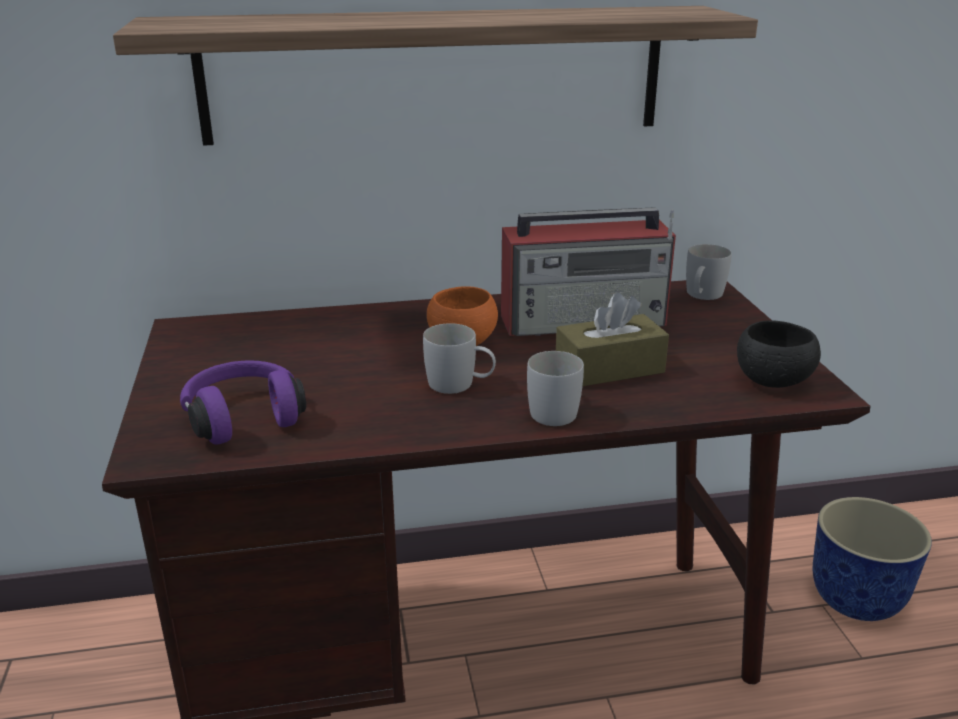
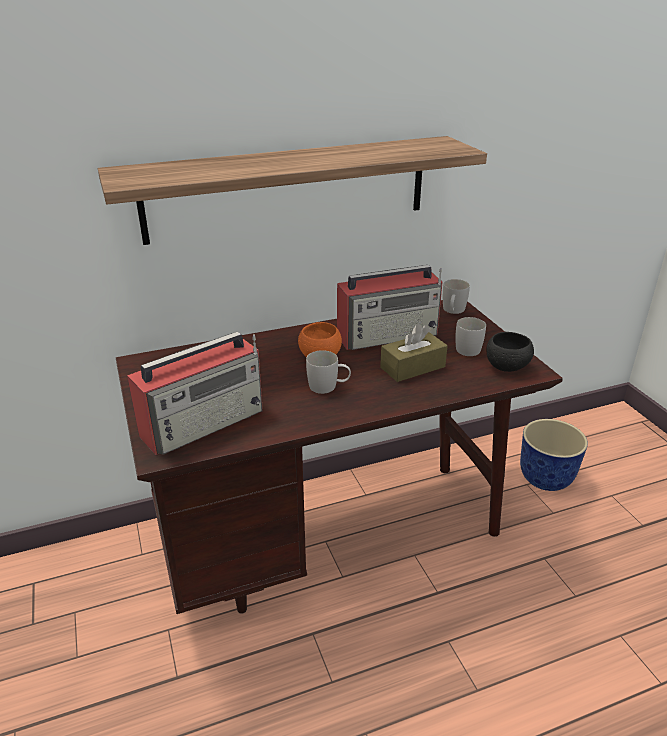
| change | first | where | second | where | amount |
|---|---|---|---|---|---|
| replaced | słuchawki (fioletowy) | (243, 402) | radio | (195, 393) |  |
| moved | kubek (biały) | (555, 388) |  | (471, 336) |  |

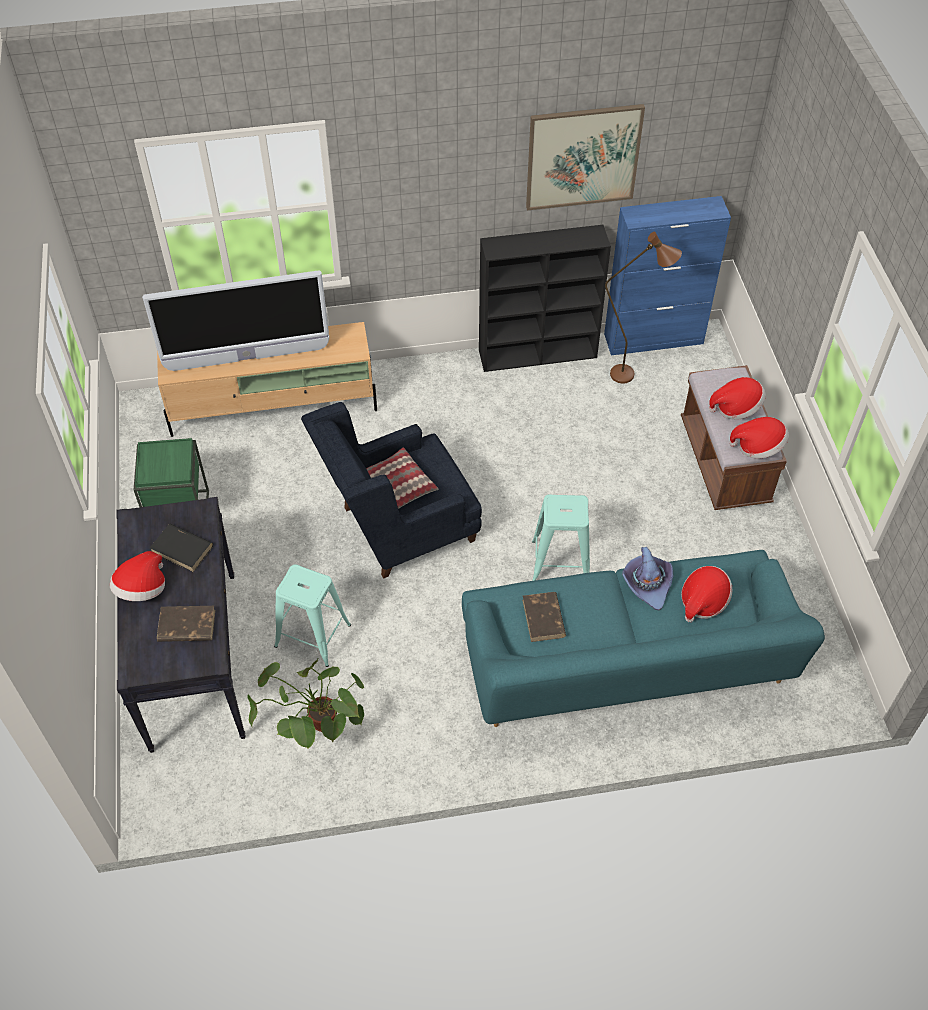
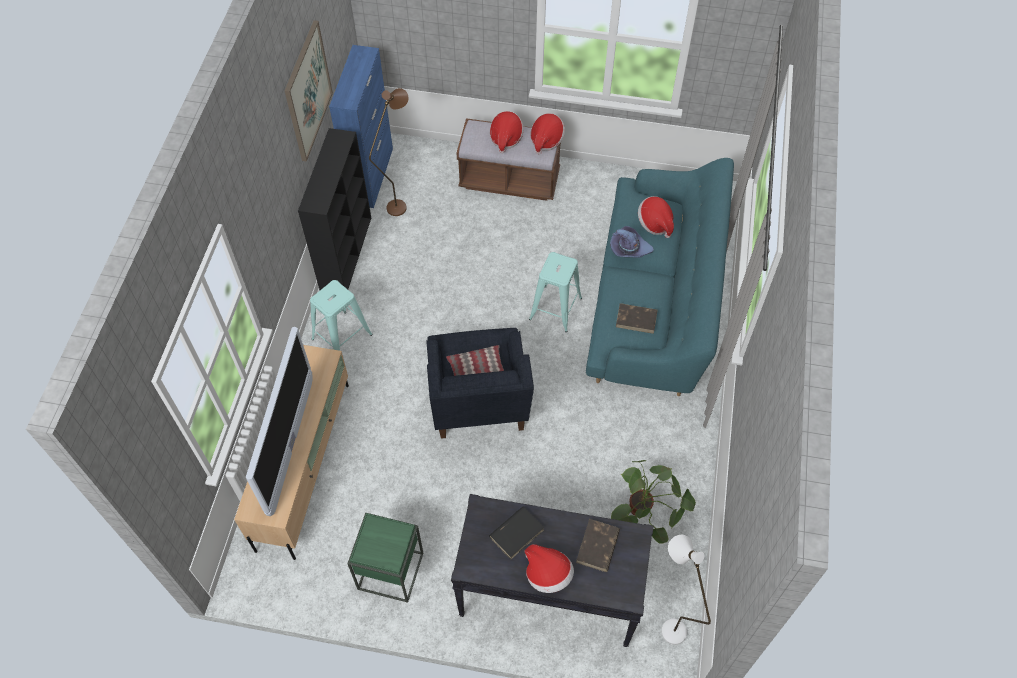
| change | first | where | second | where | amount |
|---|---|---|---|---|---|
| moved | stołek (turkusowy) | (312, 615) |  | (341, 315) |  |
| added |  |  | lampa stojąca (biały) | (686, 590) |  |

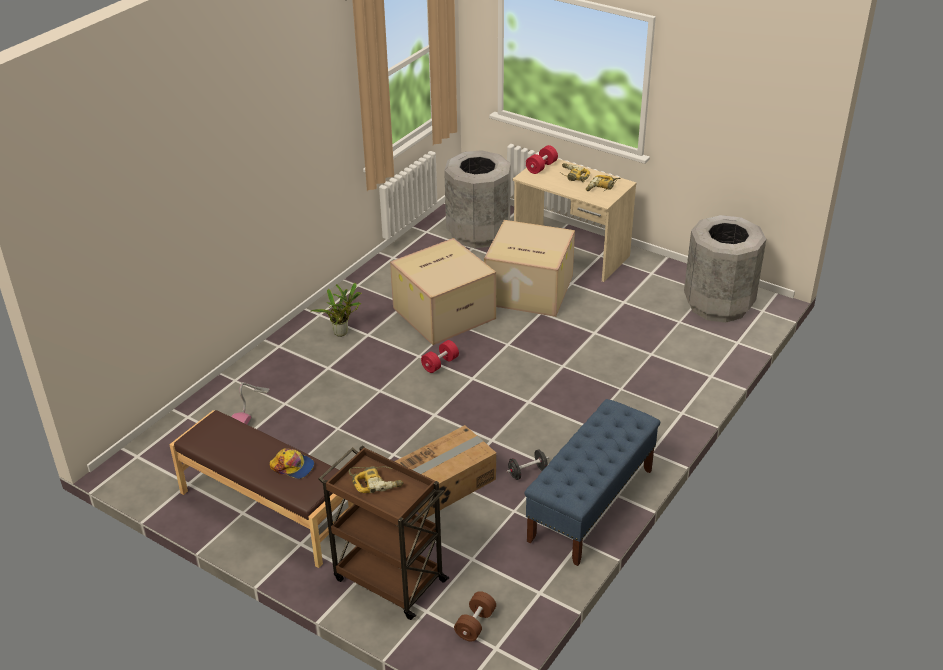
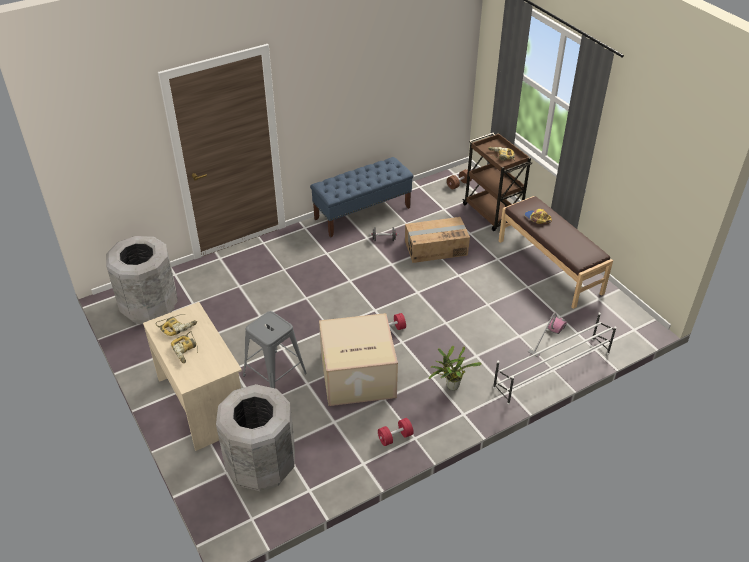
| change | first | where | second | where | amount |
|---|---|---|---|---|---|
| replaced | karton | (529, 268) | stołek (szary) | (275, 349) |  |
| moved | hantel (czerwony) | (542, 159) |  | (396, 432) |  |
| added |  |  | regał na buty (biały) | (554, 359) |  |

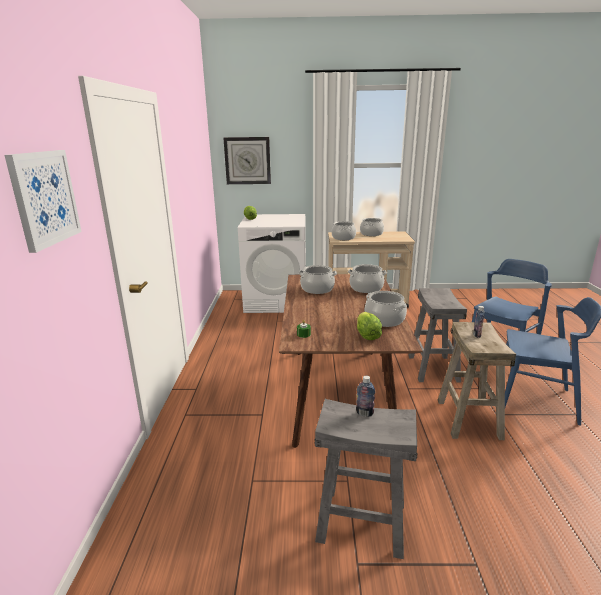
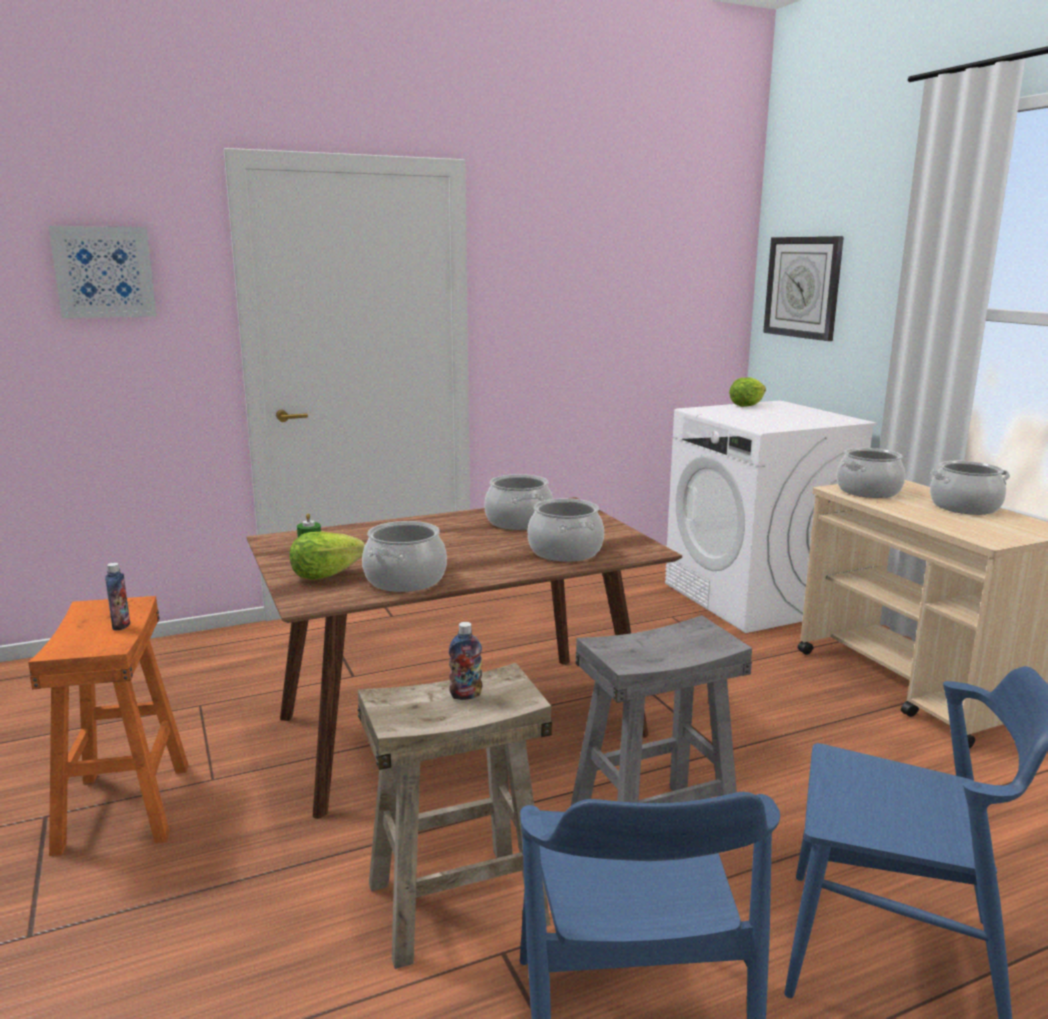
| change | first | where | second | where | amount |
|---|---|---|---|---|---|
| recoloured | stołek (szary) | (366, 479) | stołek (pomarańczowy) | (108, 726) |  |

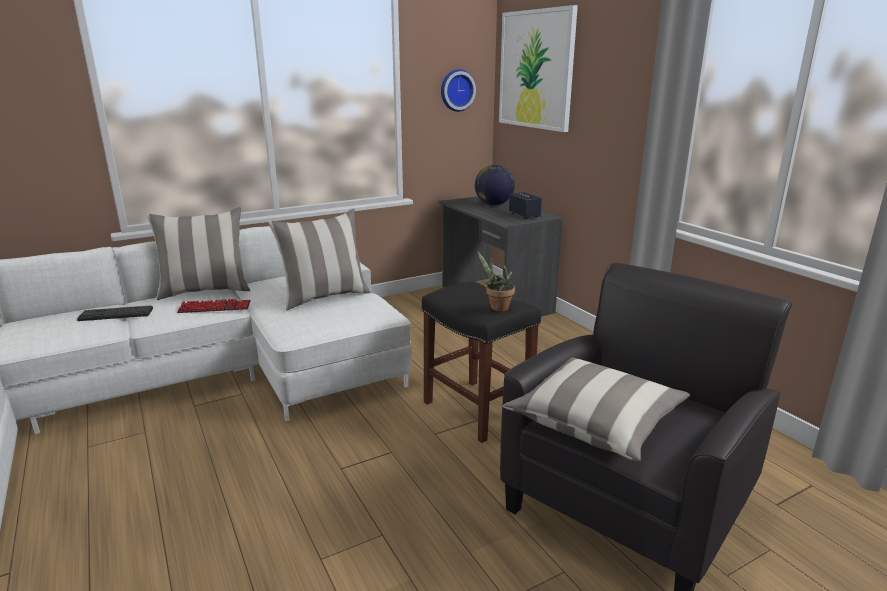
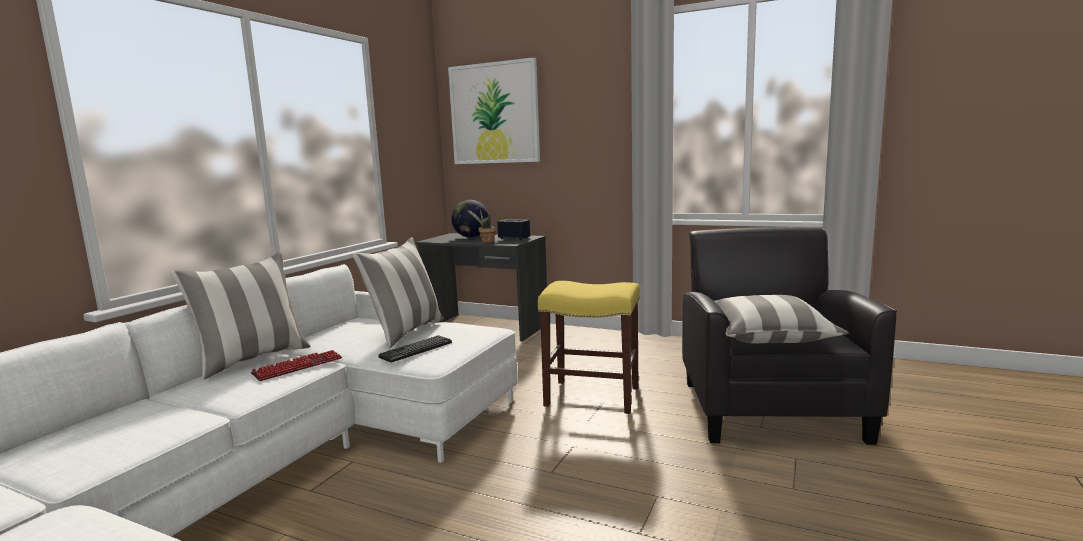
| change | first | where | second | where | amount |
|---|---|---|---|---|---|
| moved | klawiatura | (115, 313) |  | (415, 349) |  |
| recoloured | stołek (czarny) | (481, 362) | stołek (żółty) | (589, 347) |  |
| removed | zegar ścienny | (458, 90) |  |  |  |
| moved | roślina doniczkowa | (496, 281) |  | (481, 226) |  |

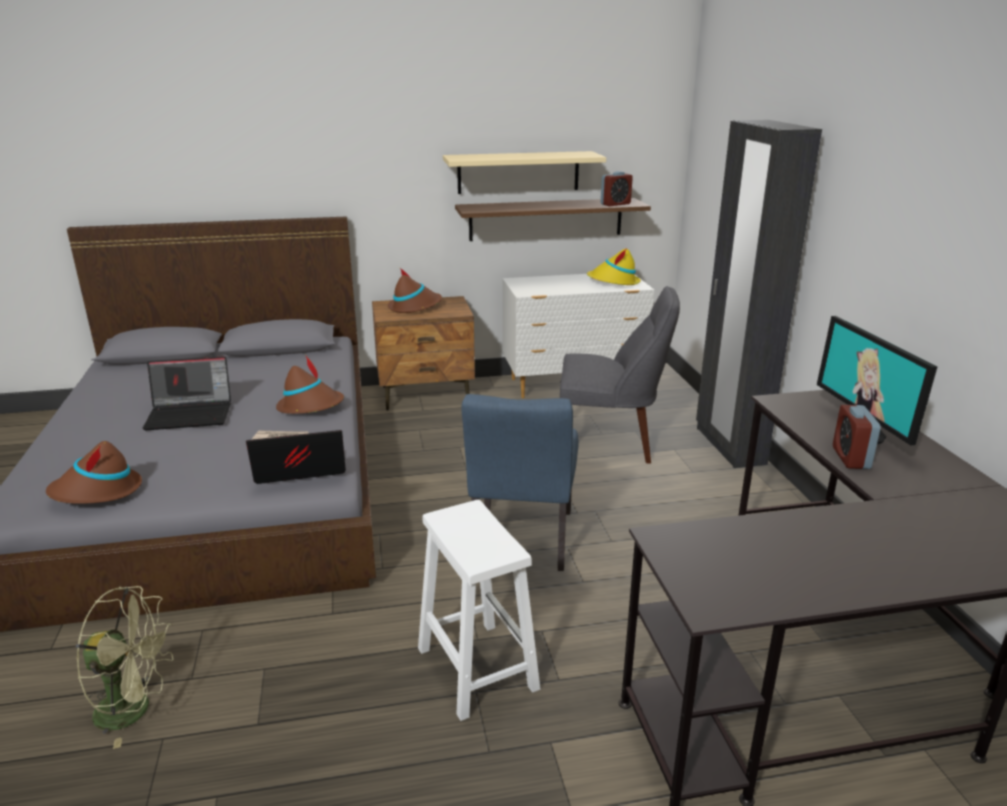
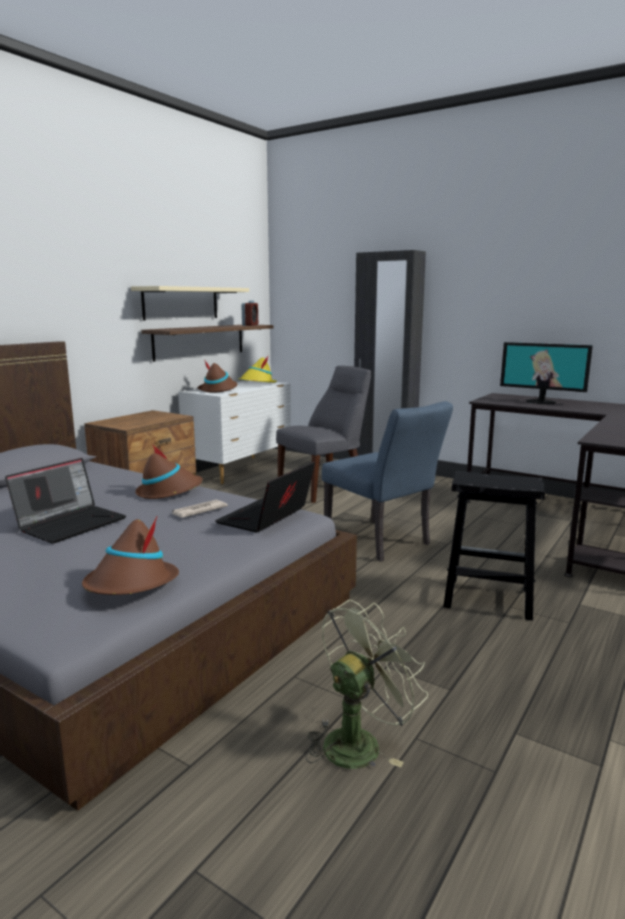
| change | first | where | second | where | amount |
|---|---|---|---|---|---|
| moved | kapelusz (brązowy) | (415, 290) |  | (217, 376) |  |
| recoloured | stołek (biały) | (479, 610) | stołek (czarny) | (494, 545) |  |
| removed | budzik | (857, 437) |  |  |  |

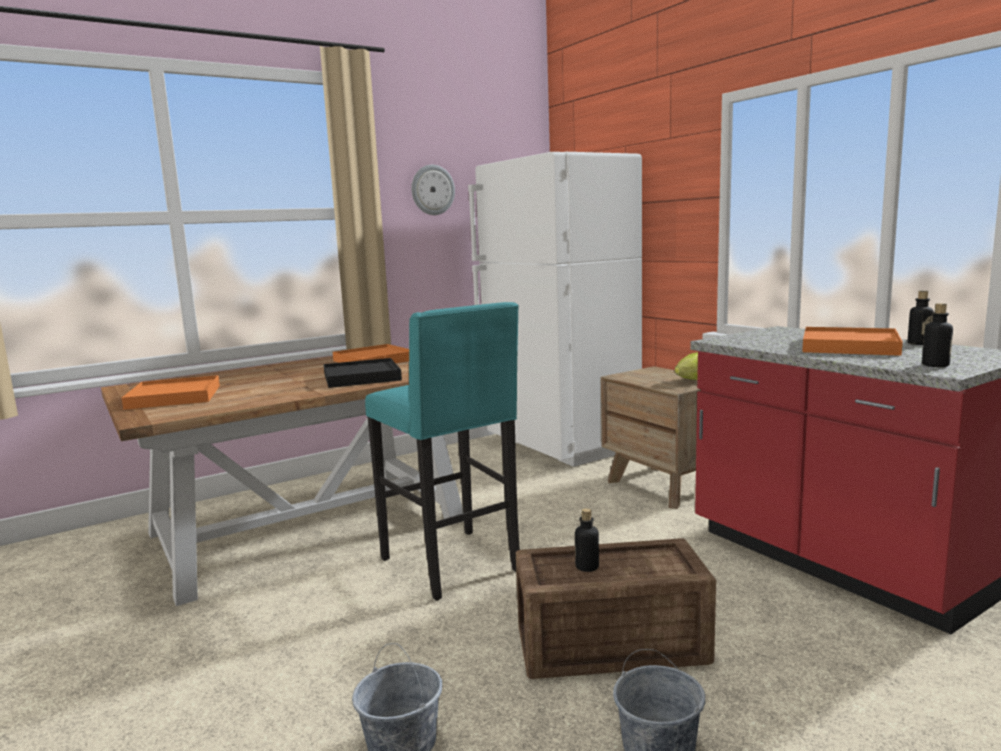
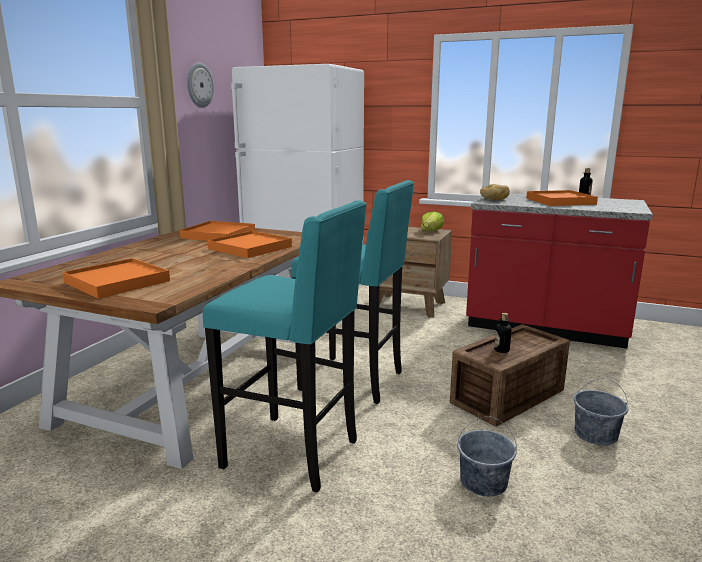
| change | first | where | second | where | amount |
|---|---|---|---|---|---|
| recoloured | taca (czarny) | (363, 373) | taca (pomarańczowy) | (250, 244) |  |
| removed | butelka | (937, 335) |  |  |  |
| added |  |  | stołek (turkusowy) | (285, 346) |  |
| added |  |  | chleb | (495, 192) |  |

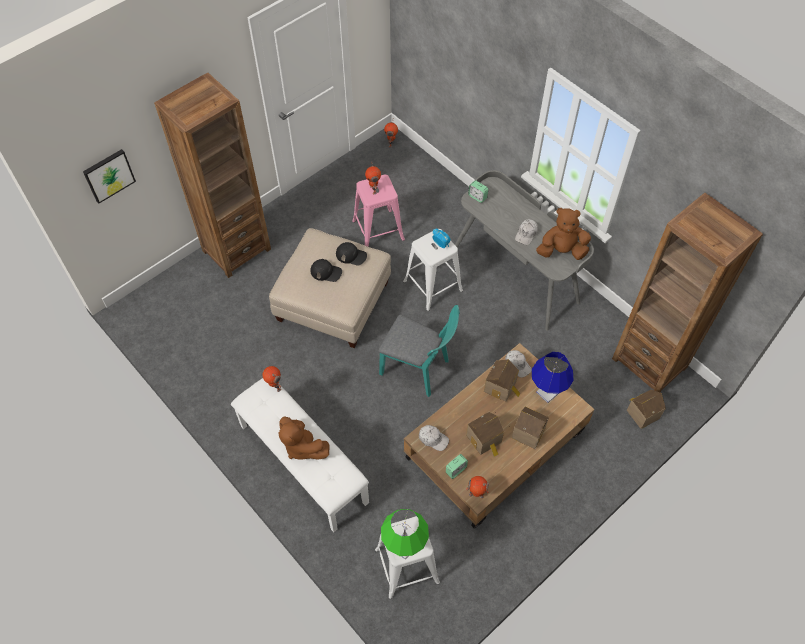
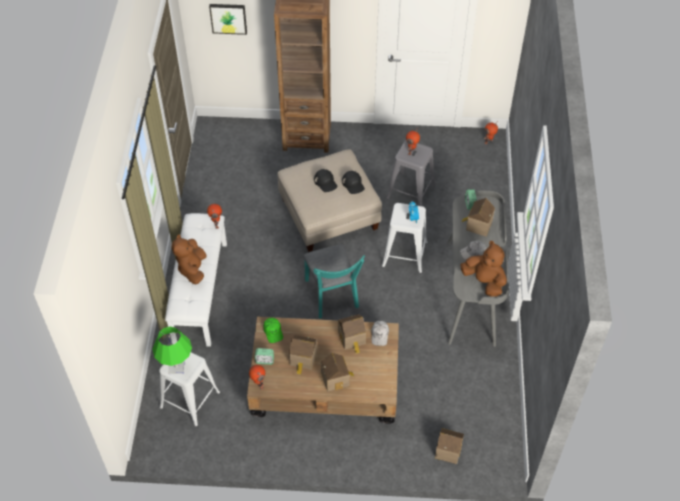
| change | first | where | second | where | amount |
|---|---|---|---|---|---|
| recoloured | stołek (różowy) | (378, 211) | stołek (szary) | (411, 173) |  |
| recoloured | czapka z daszkiem (biały) | (434, 438) | czapka z daszkiem (zielony) | (273, 330) |  |
| removed | lampa stołowa (niebieski) | (553, 377) |  |  |  |
| removed | regał (brązowy) | (687, 292) |  |  |  |
| added |  |  | domek | (478, 217) |  |

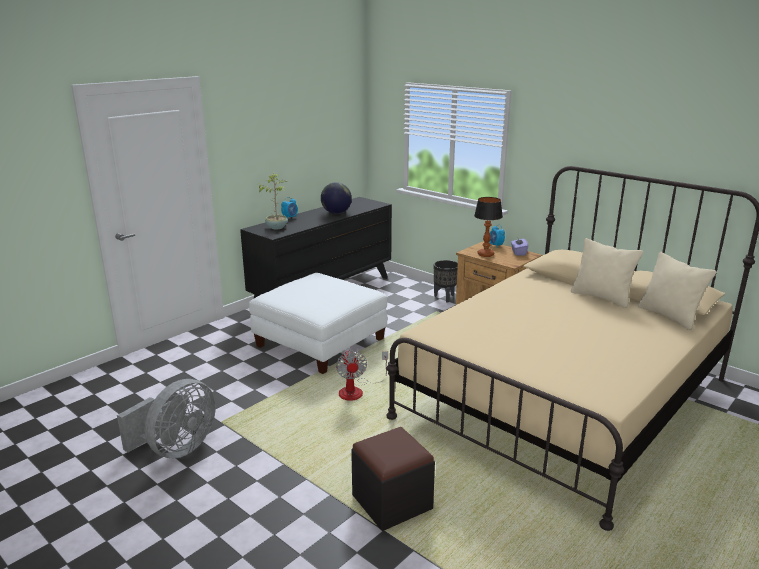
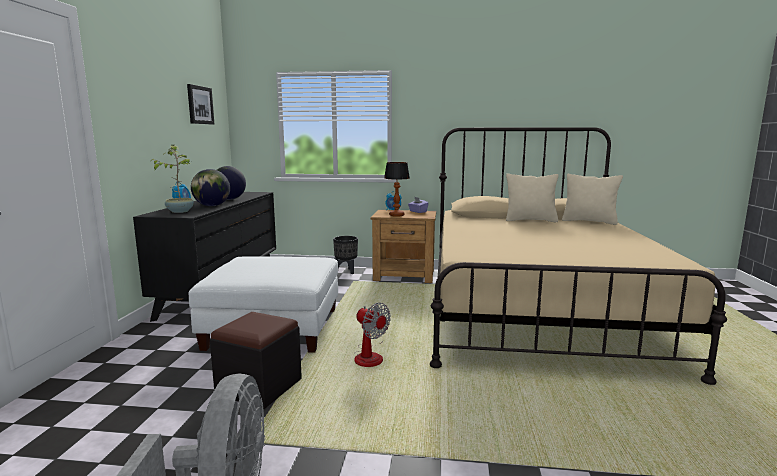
| change | first | where | second | where | amount |
|---|---|---|---|---|---|
| moved | pufa (czarny) | (393, 479) |  | (256, 360) |  |
| added |  |  | obraz | (200, 104) |  |
| added |  |  | globus | (210, 187) |  |

